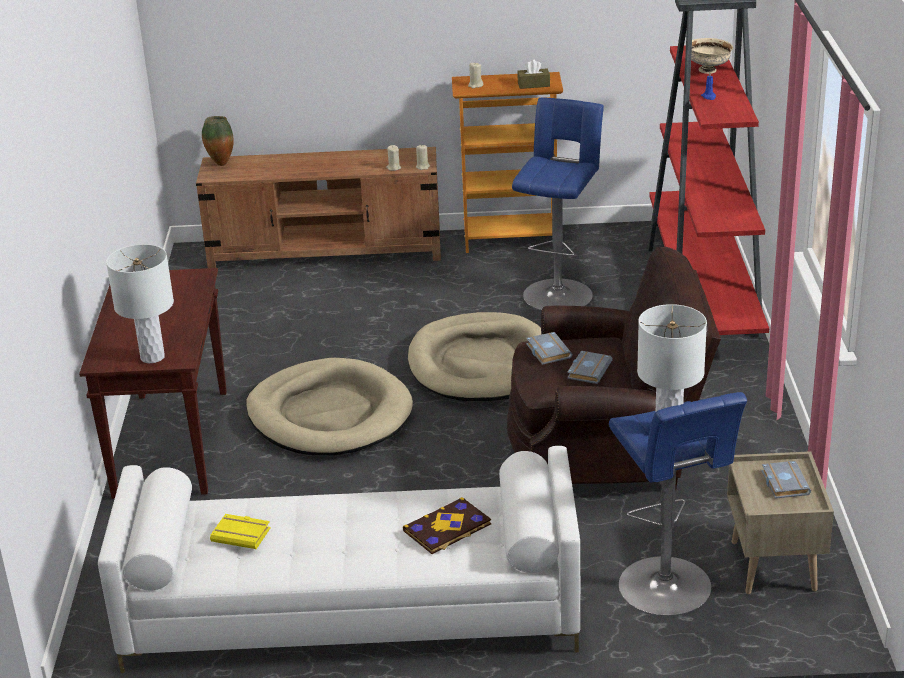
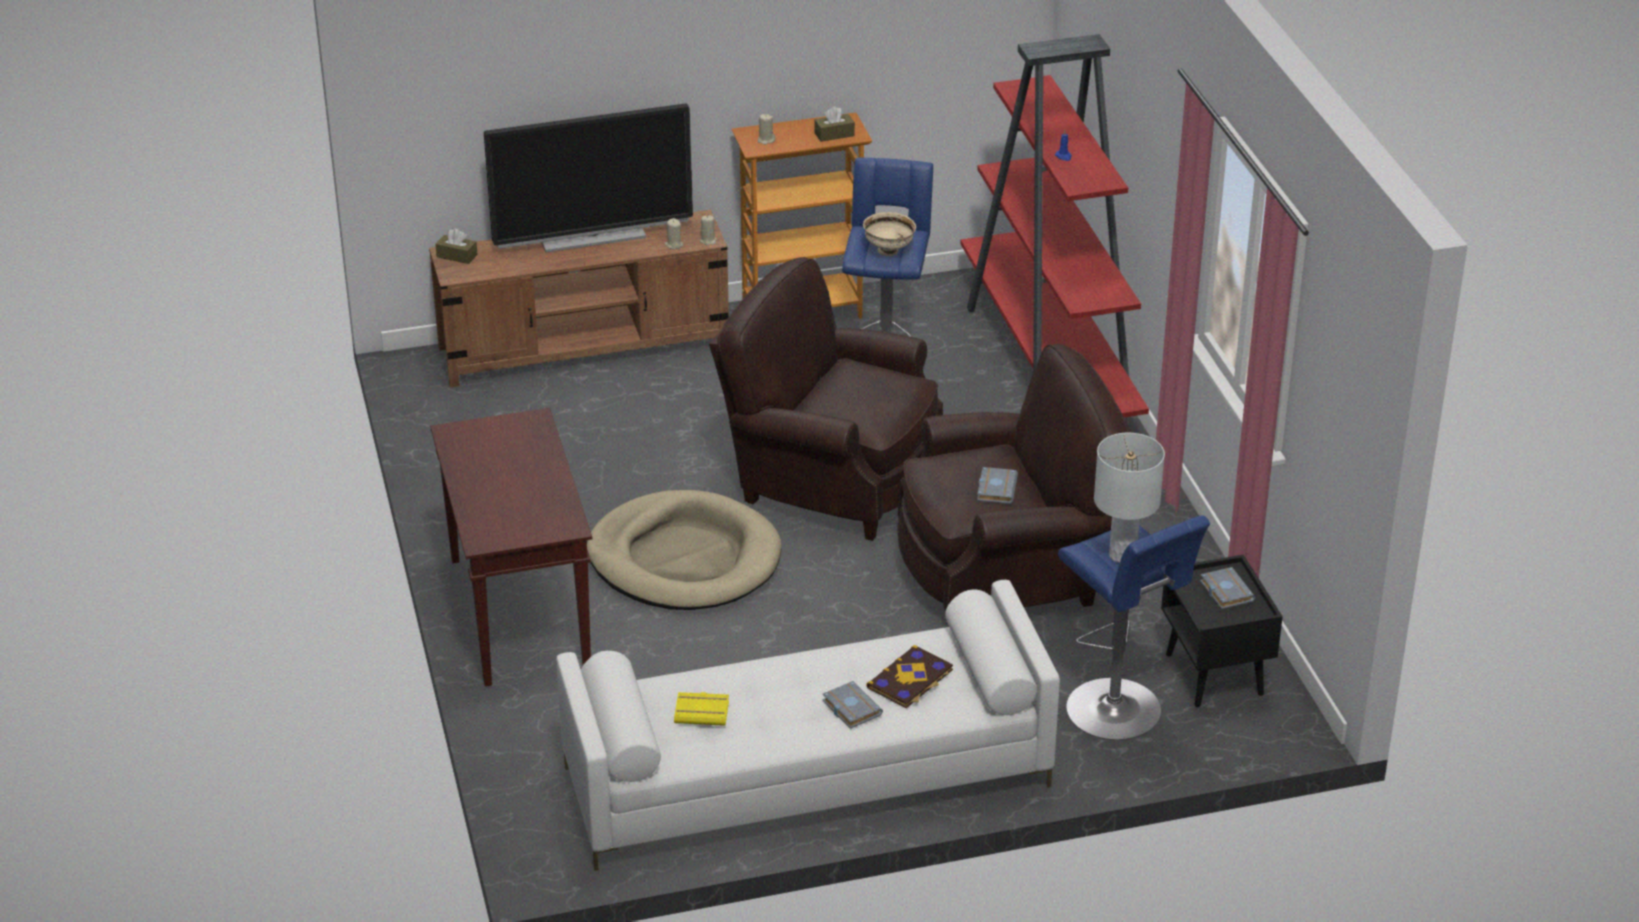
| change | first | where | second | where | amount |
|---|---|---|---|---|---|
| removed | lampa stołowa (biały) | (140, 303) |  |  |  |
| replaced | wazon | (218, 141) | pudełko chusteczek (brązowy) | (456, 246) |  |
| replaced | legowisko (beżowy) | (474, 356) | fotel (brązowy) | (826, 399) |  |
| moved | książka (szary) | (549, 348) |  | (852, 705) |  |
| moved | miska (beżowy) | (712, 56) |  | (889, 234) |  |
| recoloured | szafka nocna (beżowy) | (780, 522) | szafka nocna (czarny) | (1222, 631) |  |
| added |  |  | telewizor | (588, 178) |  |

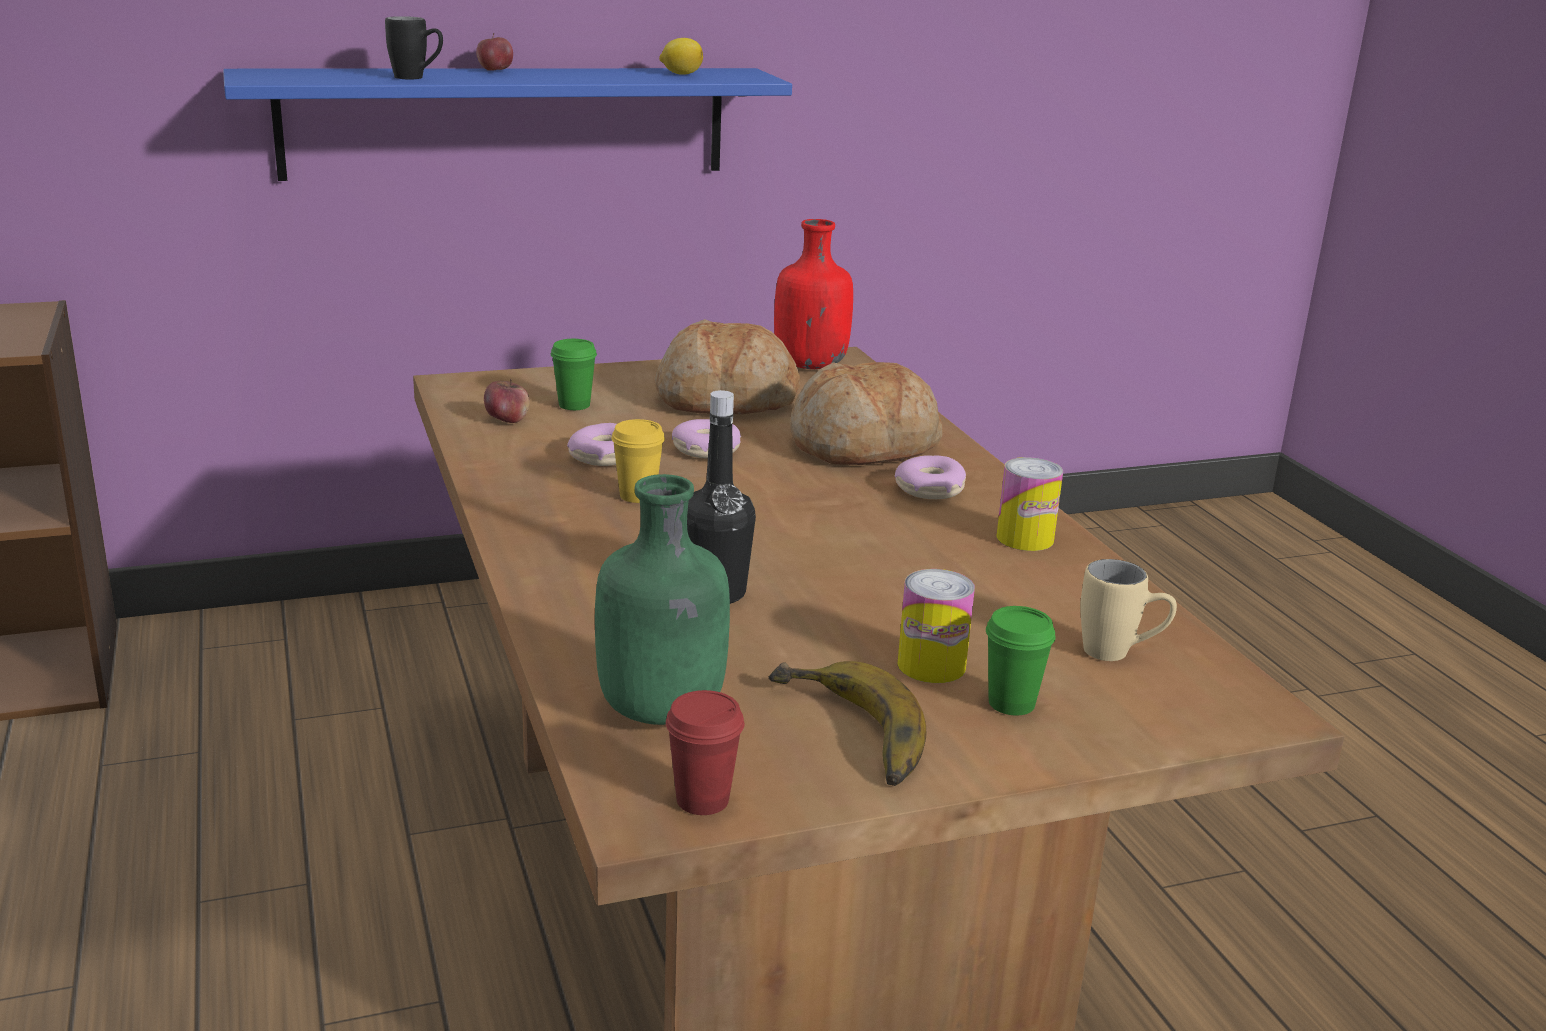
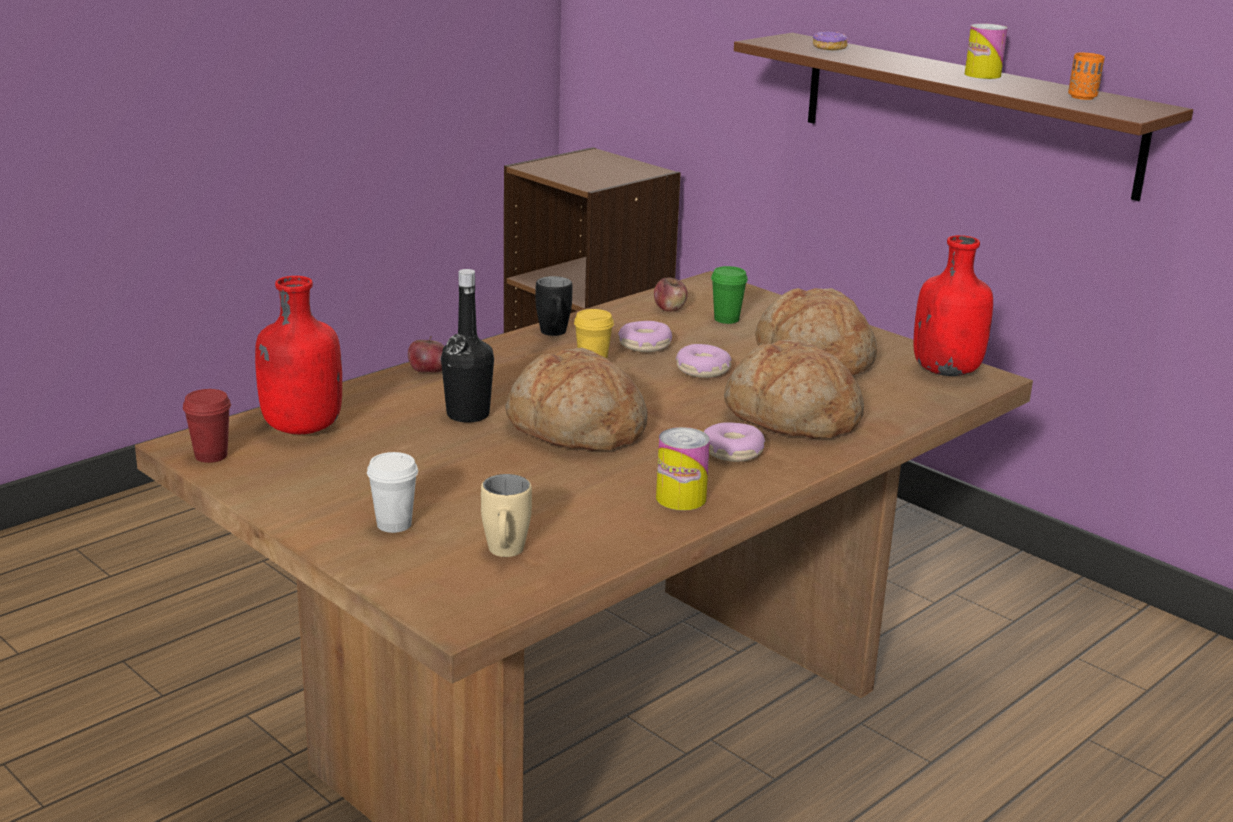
| change | first | where | second | where | amount |
|---|---|---|---|---|---|
| recoloured | półka (niebieski) | (507, 124) | półka (brązowy) | (963, 117) |  |
| moved | kubek (czarny) | (414, 47) |  | (554, 306) |  |
| moved | jabłko | (494, 52) |  | (426, 354) |  |
| recoloured | butelka (zielony) | (662, 599) | butelka (czerwony) | (298, 355) |  |
| replaced | cytryna | (681, 56) | filiżanka (pomarańczowy) | (1086, 76) |  |
| removed | banan | (847, 723) |  |  |  |
| moved | puszka | (936, 626) |  | (986, 51) |  |
| recoloured | filiżanka (zielony) | (1021, 660) | filiżanka (biały) | (392, 492) |  |
| added |  |  | chleb | (576, 399) |  |
| added |  |  | donut | (830, 40) |  |

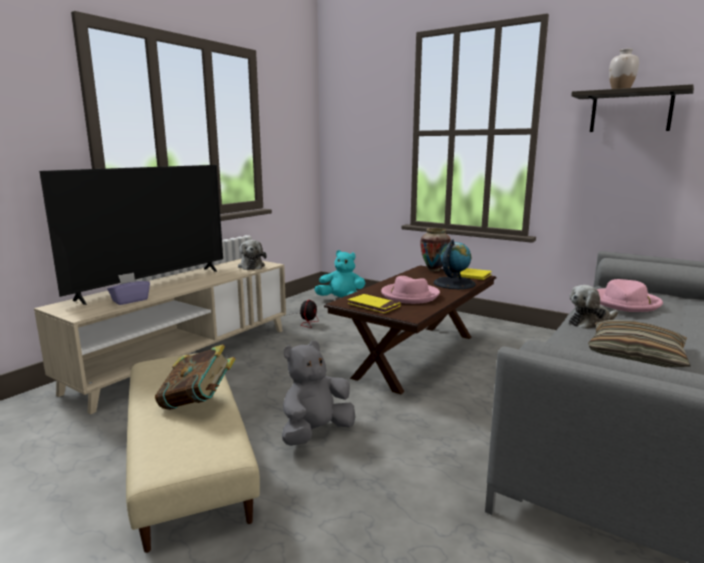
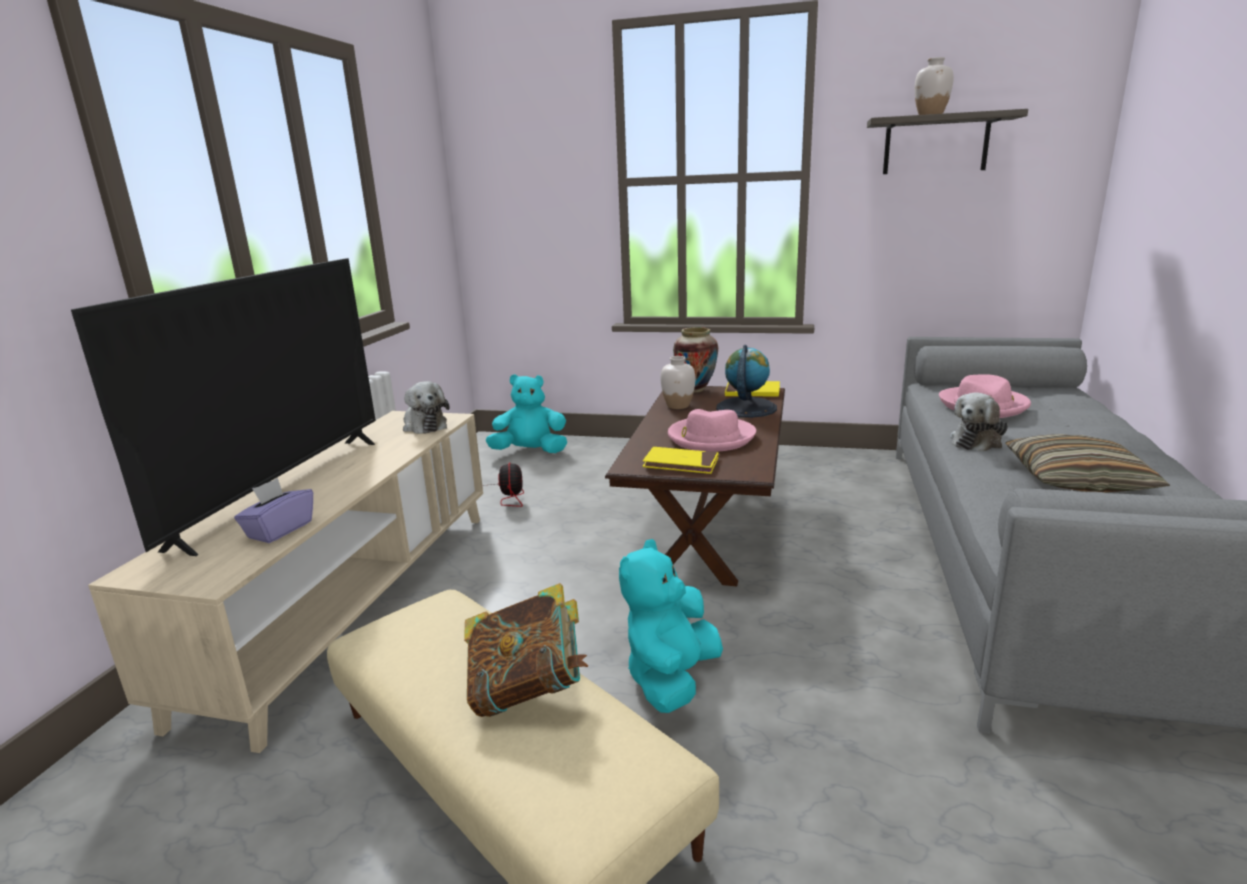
| change | first | where | second | where | amount |
|---|---|---|---|---|---|
| recoloured | pluszak (szary) | (318, 393) | pluszak (turkusowy) | (671, 626) |  |
| added |  |  | wazon (biały) | (678, 382) |  |

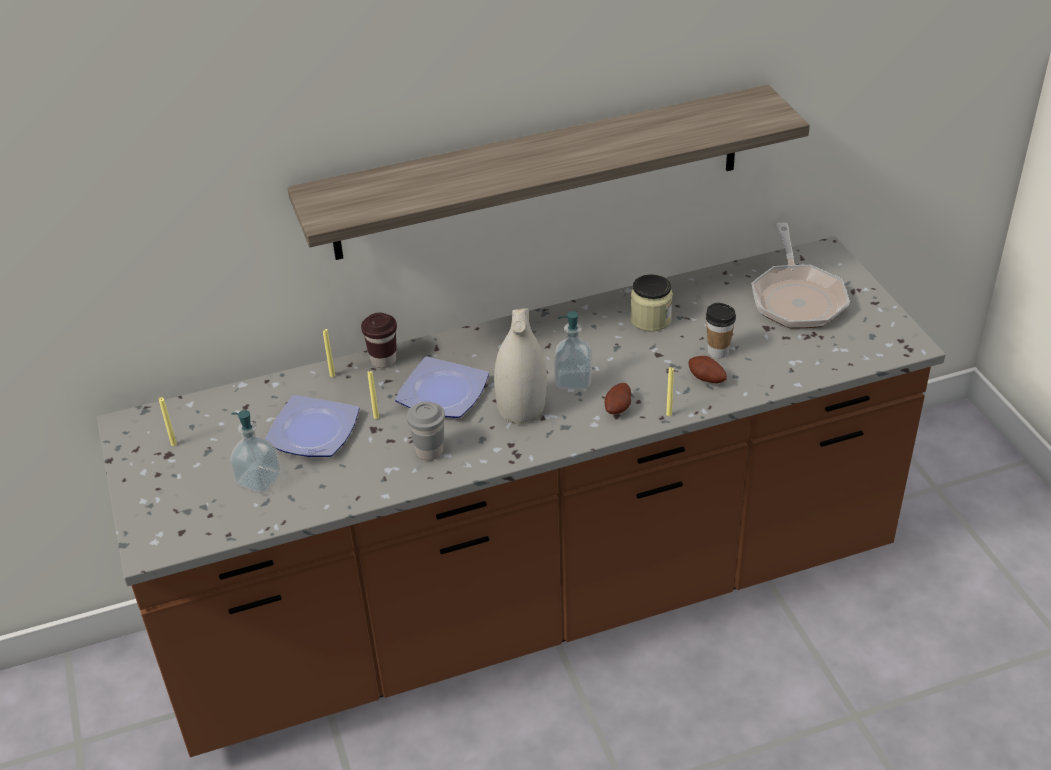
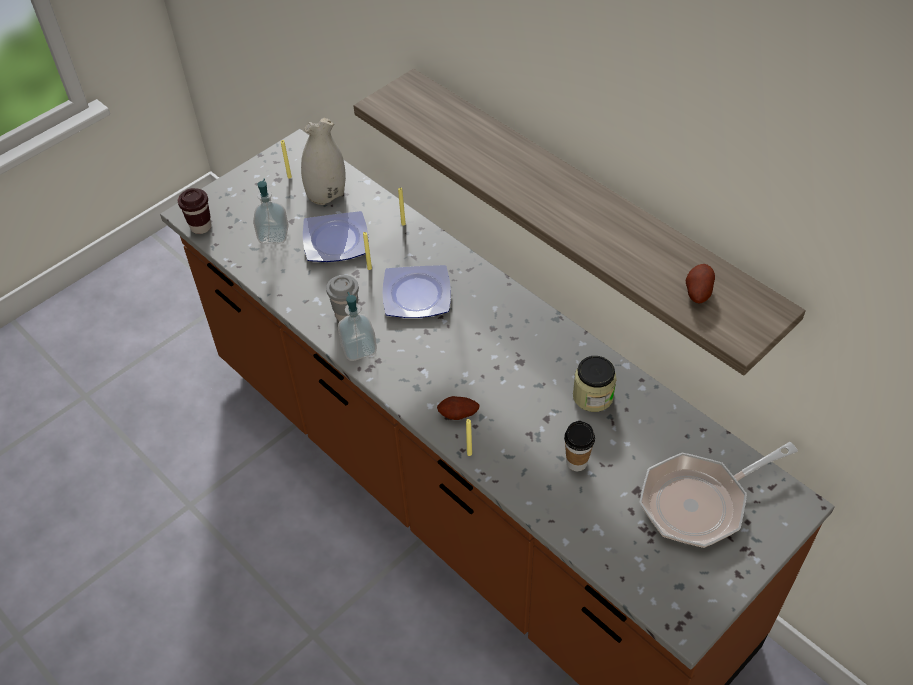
| change | first | where | second | where | amount |
|---|---|---|---|---|---|
| moved | filiżanka (brązowy) | (379, 340) |  | (194, 211) |  |
| moved | wazon (biały) | (520, 366) |  | (323, 161) |  |
| moved | dozownik mydła | (573, 350) |  | (357, 326) |  |
| moved | ziemniak | (708, 370) |  | (700, 283) |  |

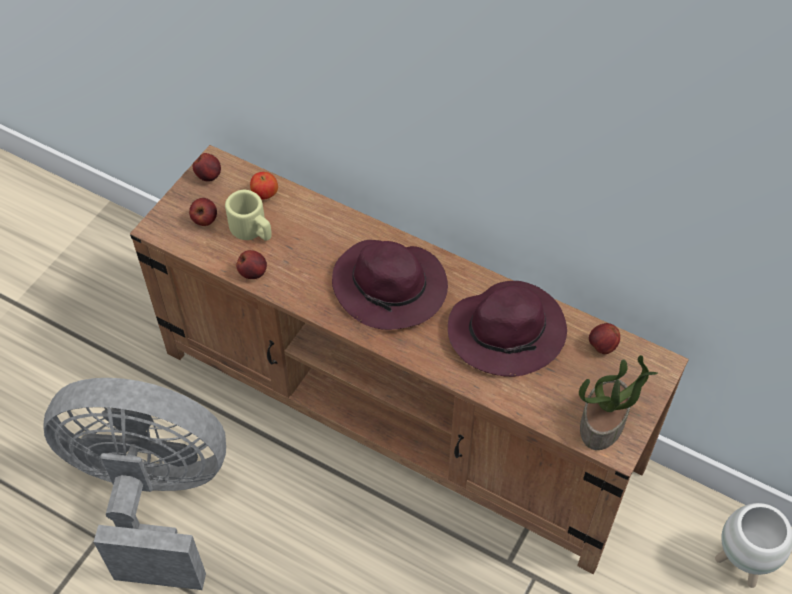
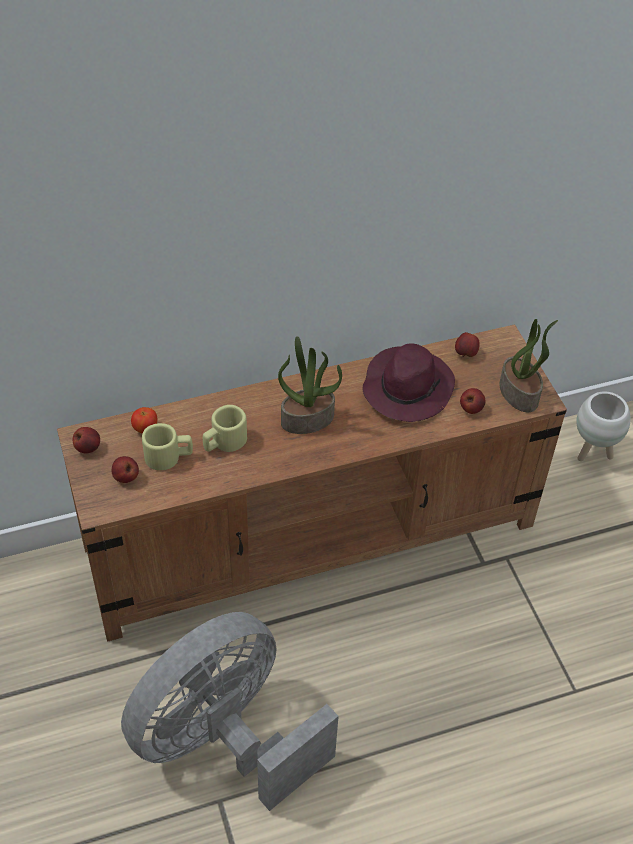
| change | first | where | second | where | amount |
|---|---|---|---|---|---|
| moved | jabłko | (251, 264) |  | (472, 401) |  |
| replaced | kapelusz (fioletowy) | (390, 285) | roślina doniczkowa | (310, 385) |  |
| added |  |  | kubek (beżowy) | (225, 428) |  |

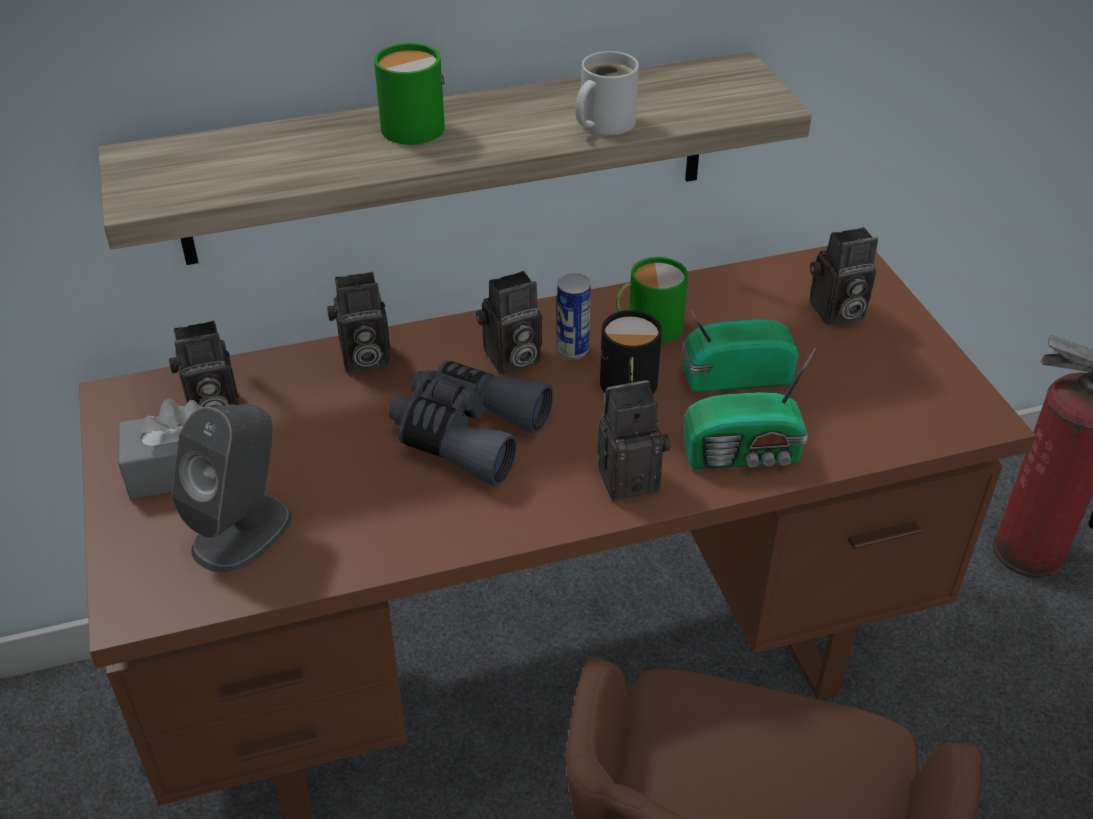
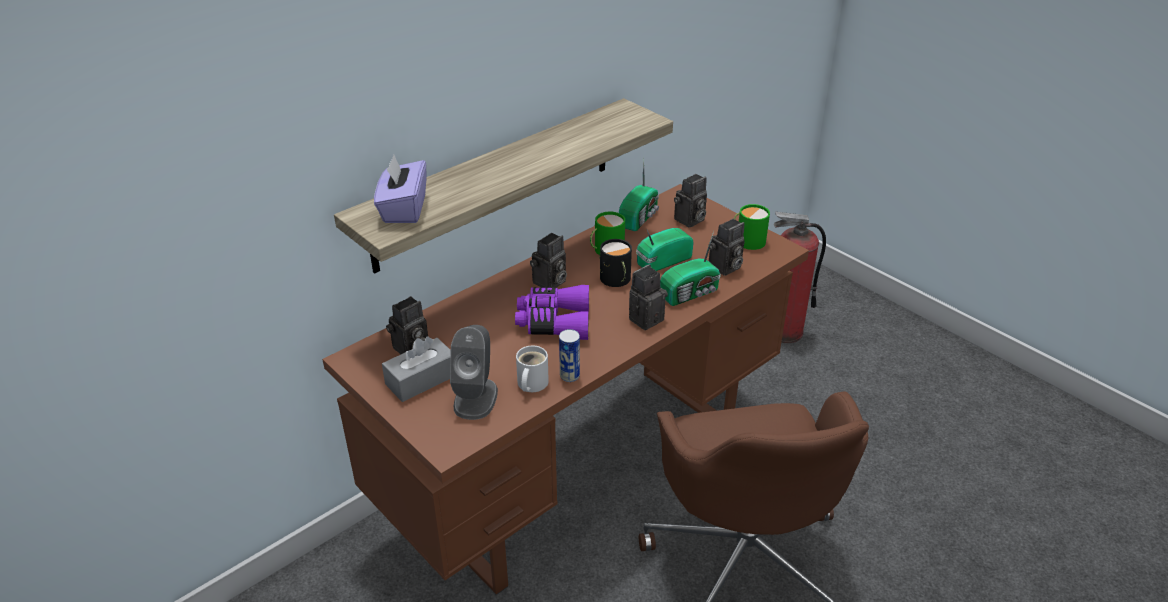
| change | first | where | second | where | amount |
|---|---|---|---|---|---|
| moved | aparat fotograficzny | (358, 322) |  | (727, 247) |  |
| moved | kubek (zielony) | (409, 94) |  | (752, 227) |  |
| recoloured | lornetka (szary) | (471, 423) | lornetka (fioletowy) | (552, 312) |  |
| moved | puszka | (574, 316) |  | (569, 355) |  |
| moved | kubek (biały) | (607, 93) |  | (532, 369) |  |
| added |  |  | pudełko chusteczek (fioletowy) | (400, 189) |  |
| added |  |  | radio | (639, 194) |  |

